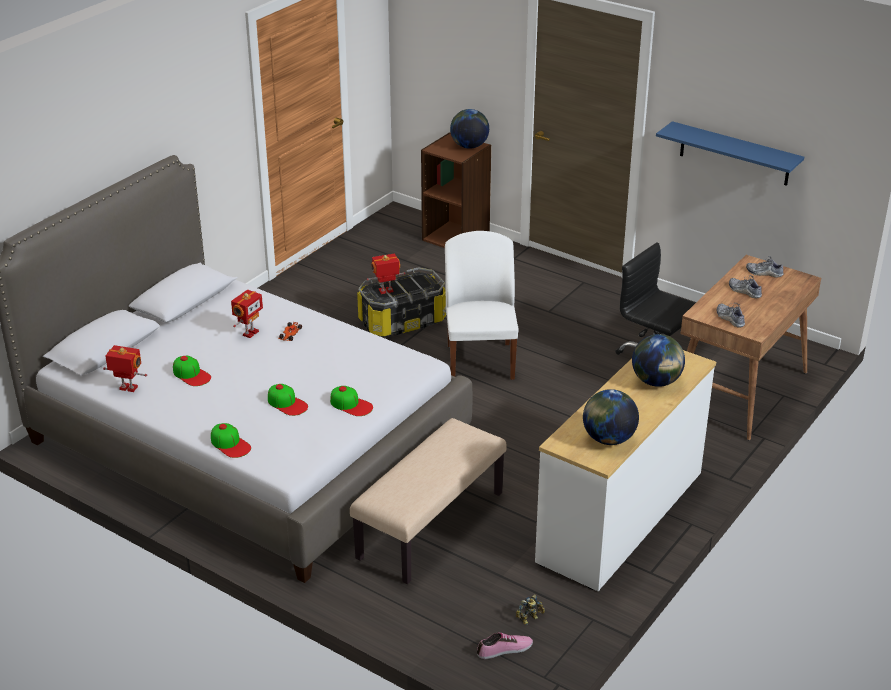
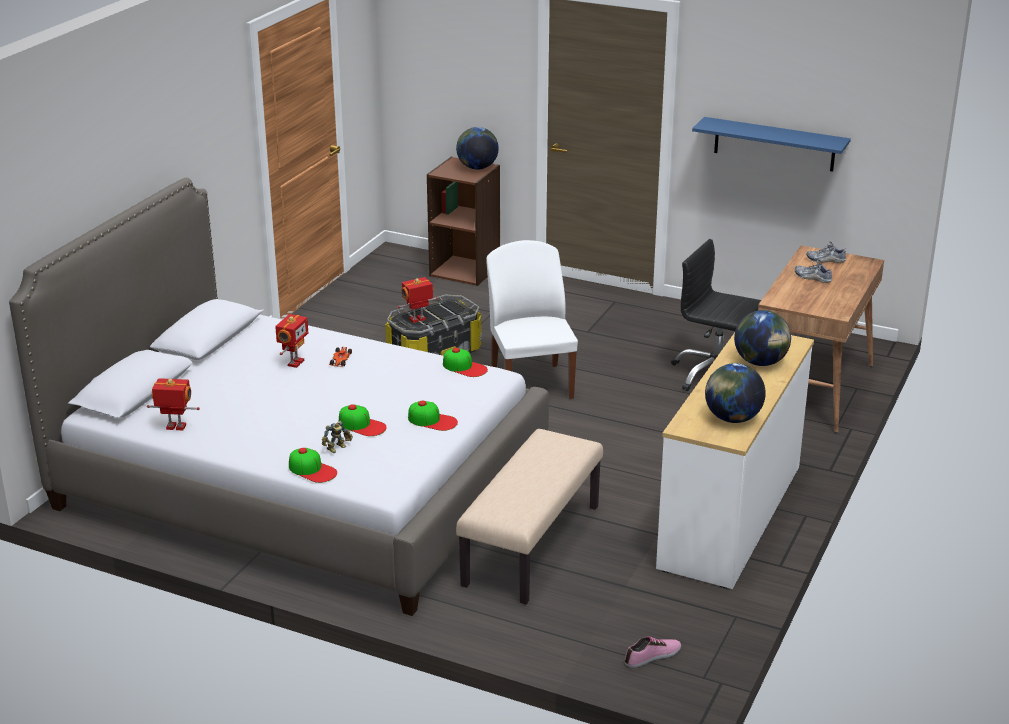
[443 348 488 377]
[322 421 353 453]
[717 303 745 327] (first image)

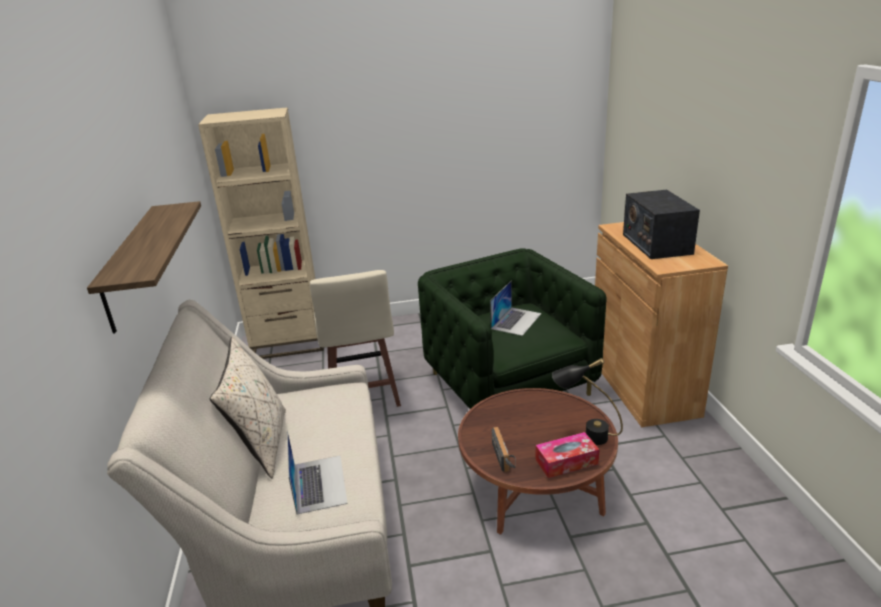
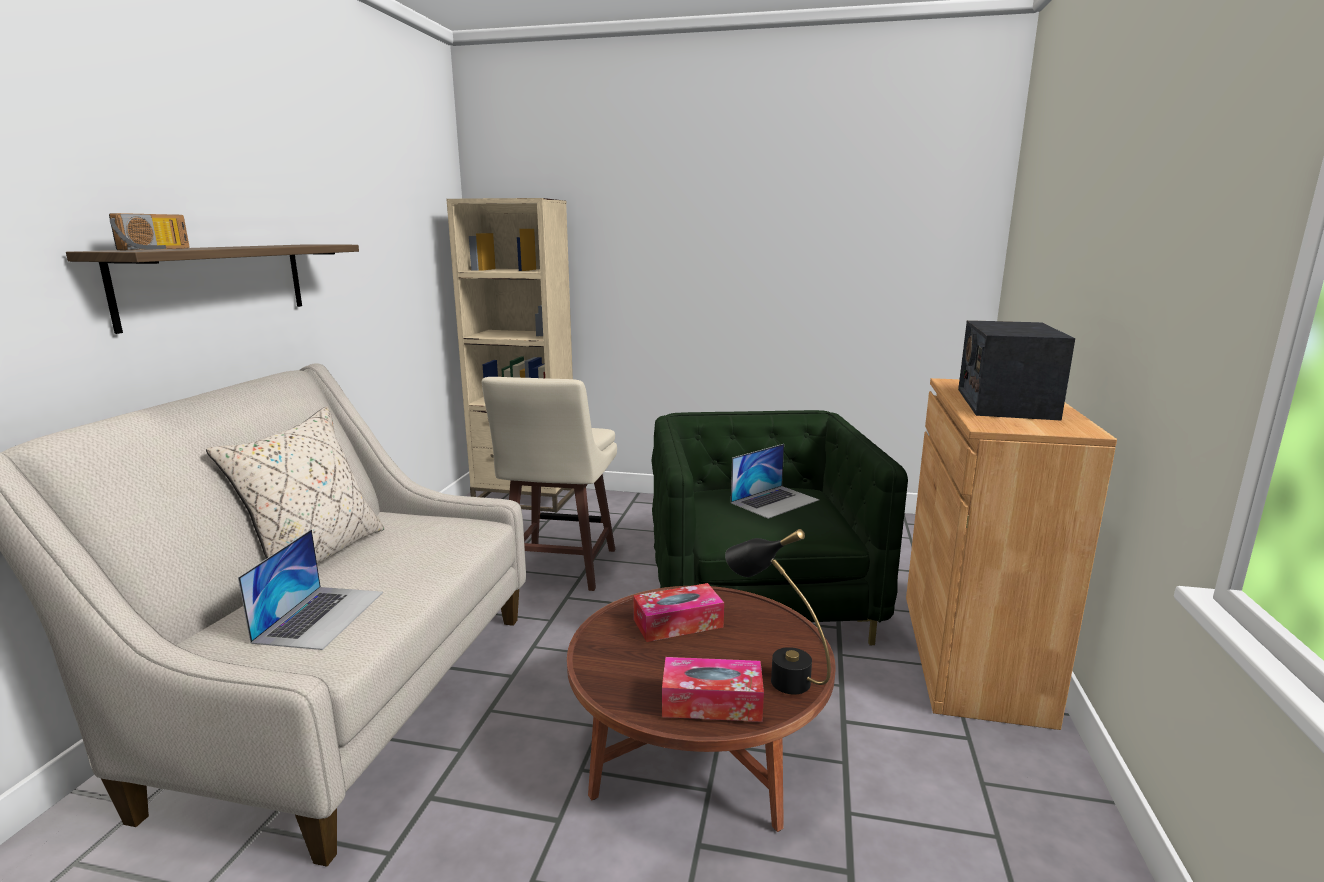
[109 213 190 250]
[633 583 724 642]

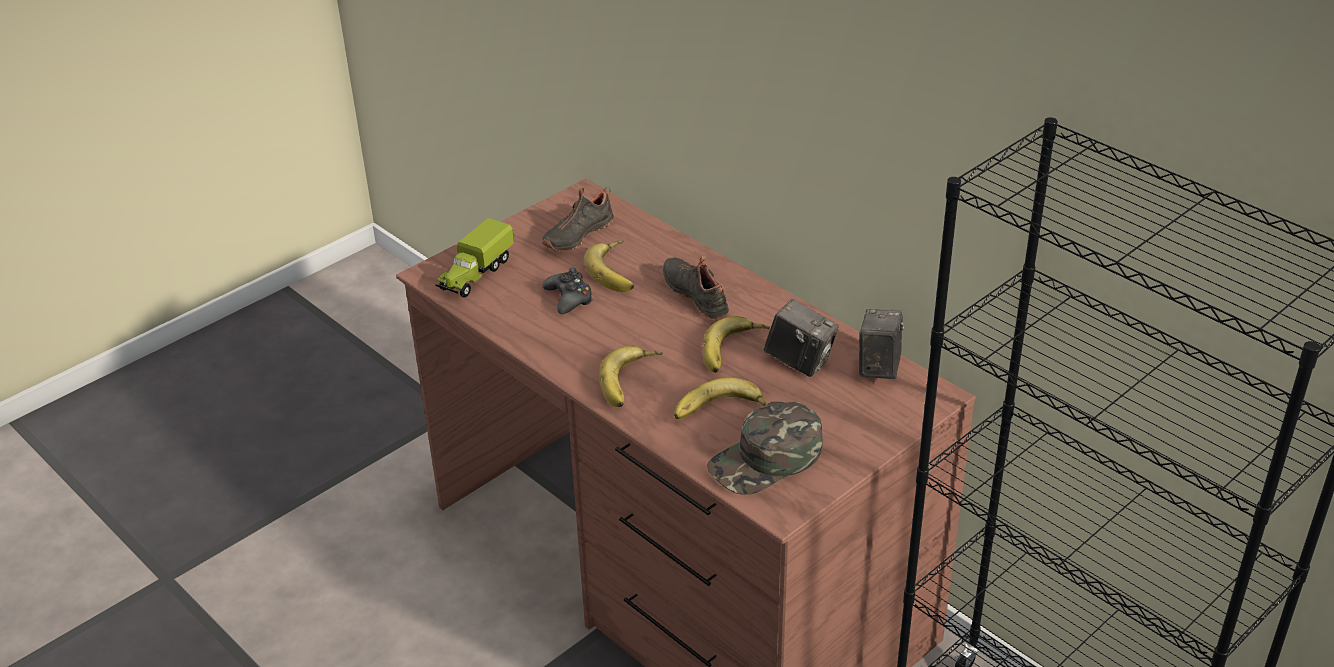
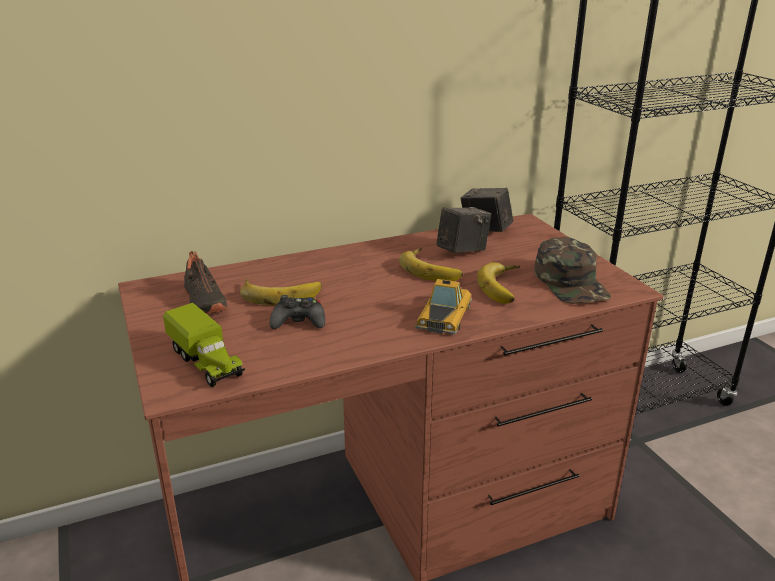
[415 279 472 335]
[663 256 729 319] (first image)

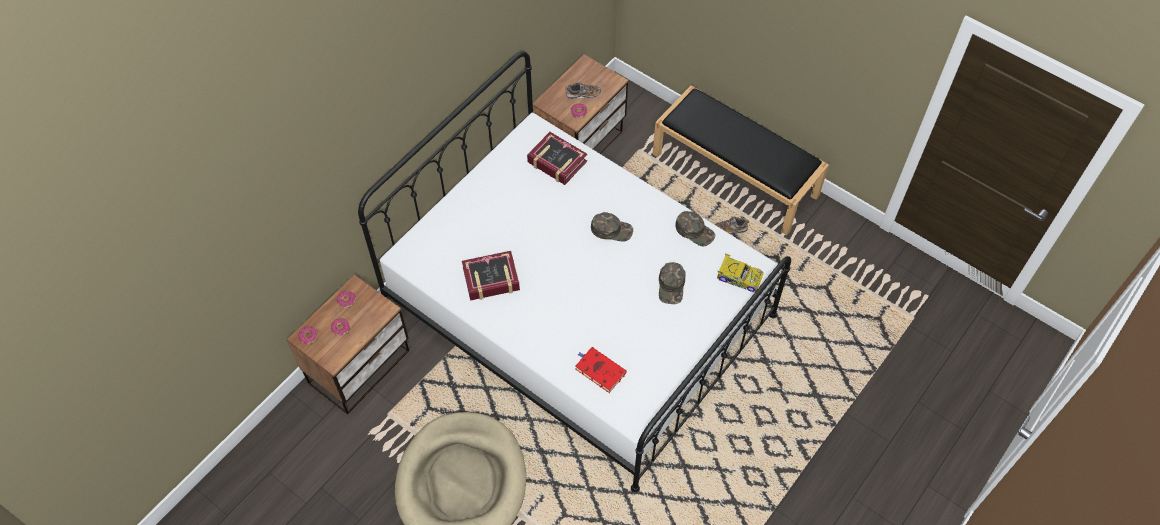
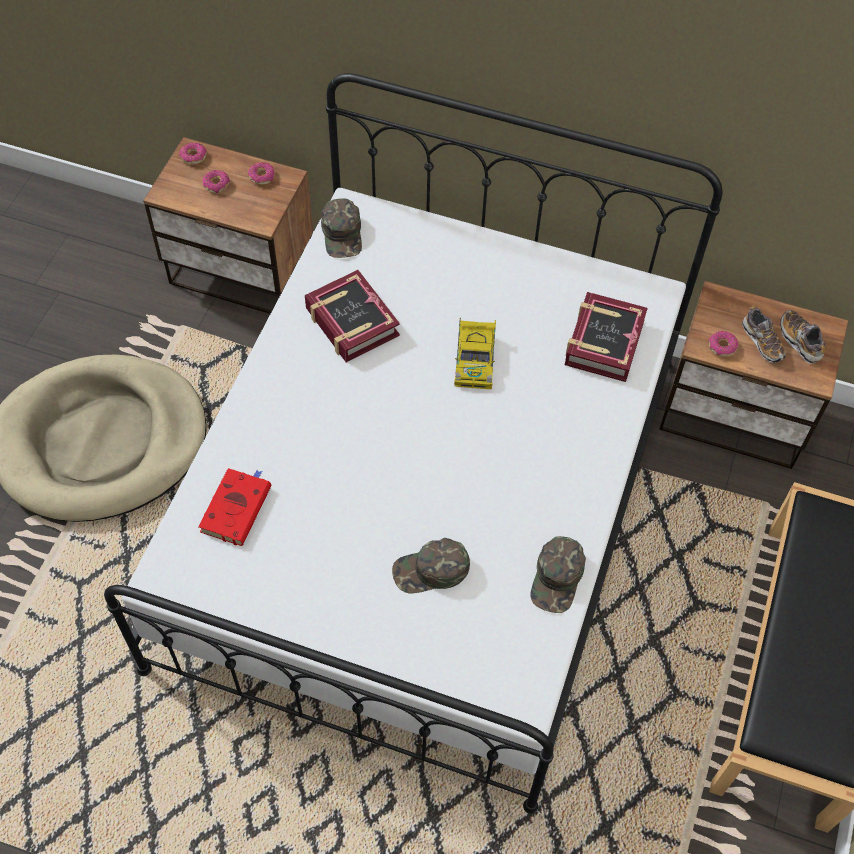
[321 198 362 258]
[780 310 826 364]
[454 318 496 389]

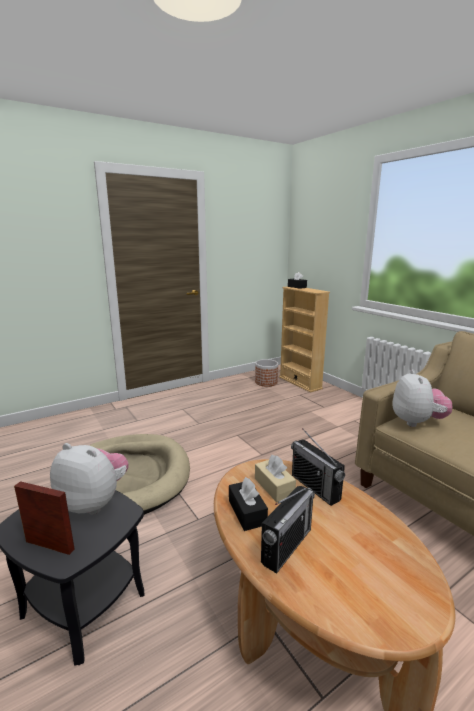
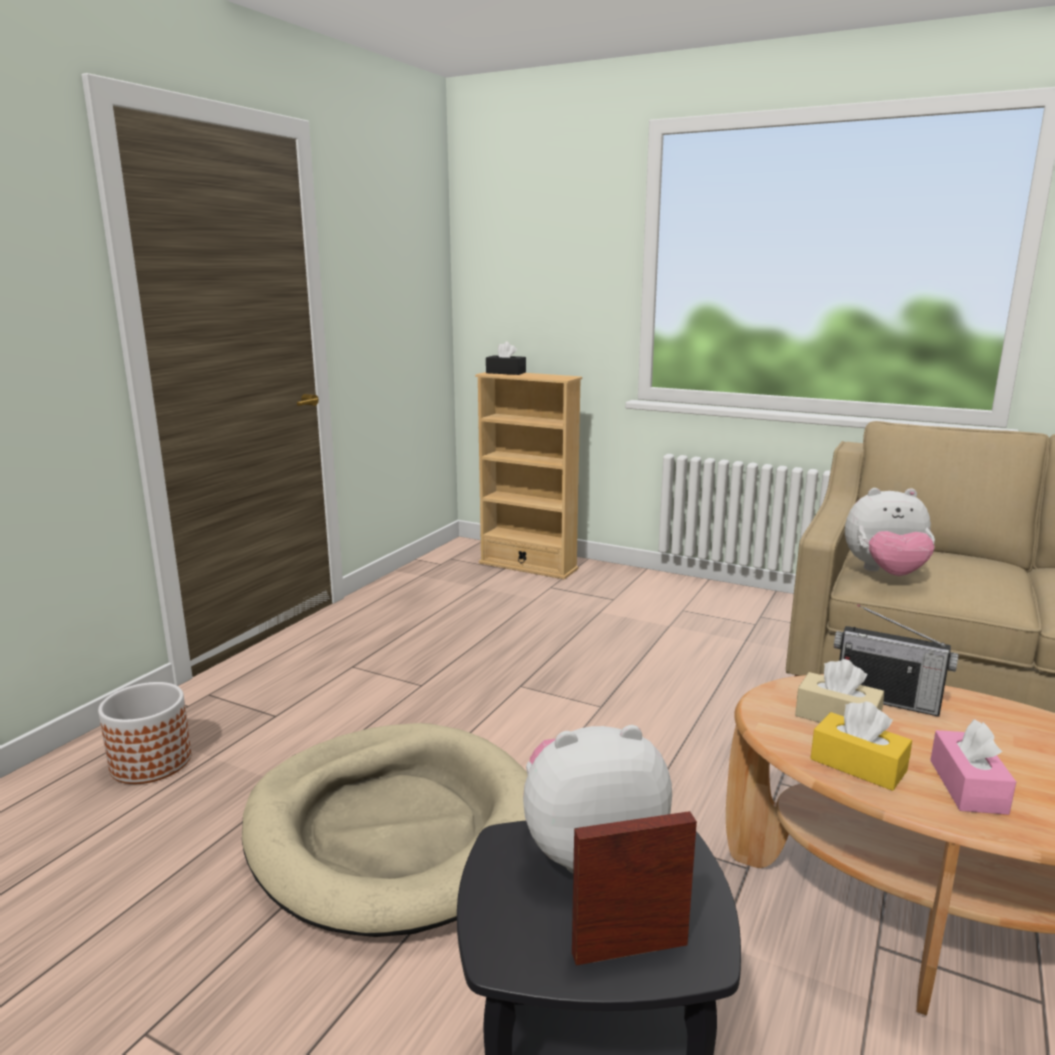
[810 701 912 791]
[98 682 192 784]
[930 719 1016 815]
[845 488 935 576]

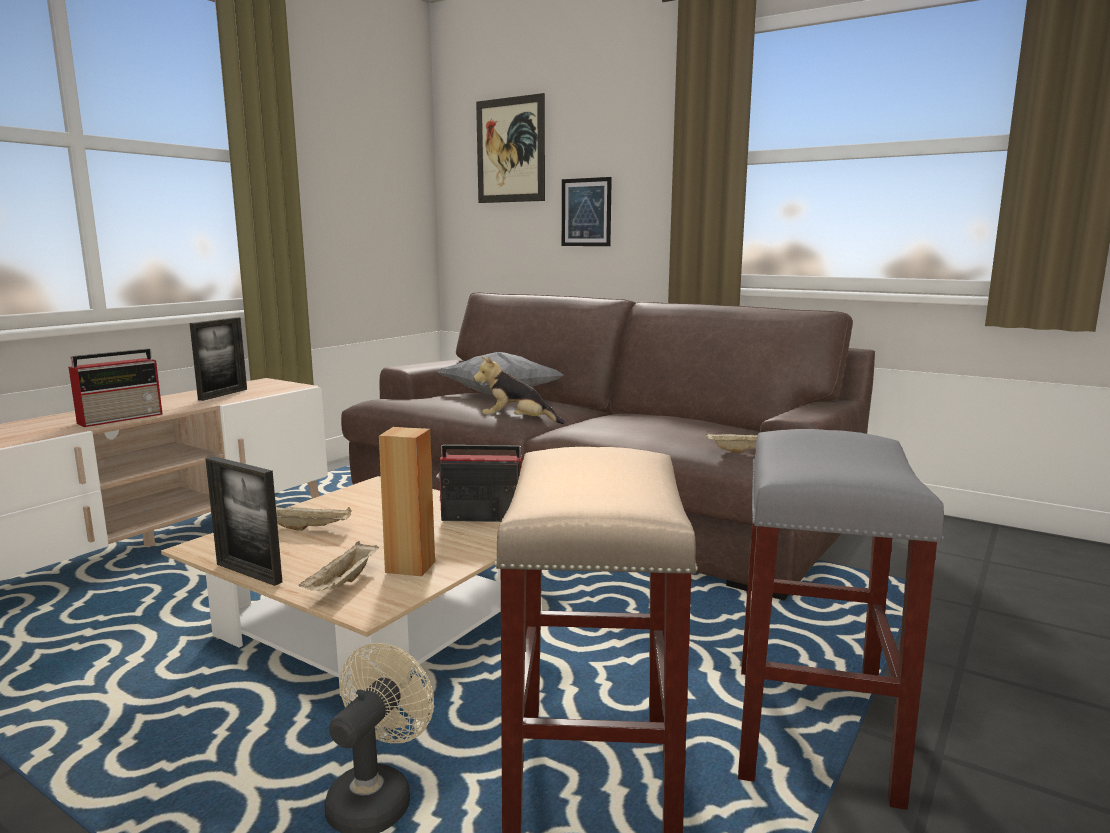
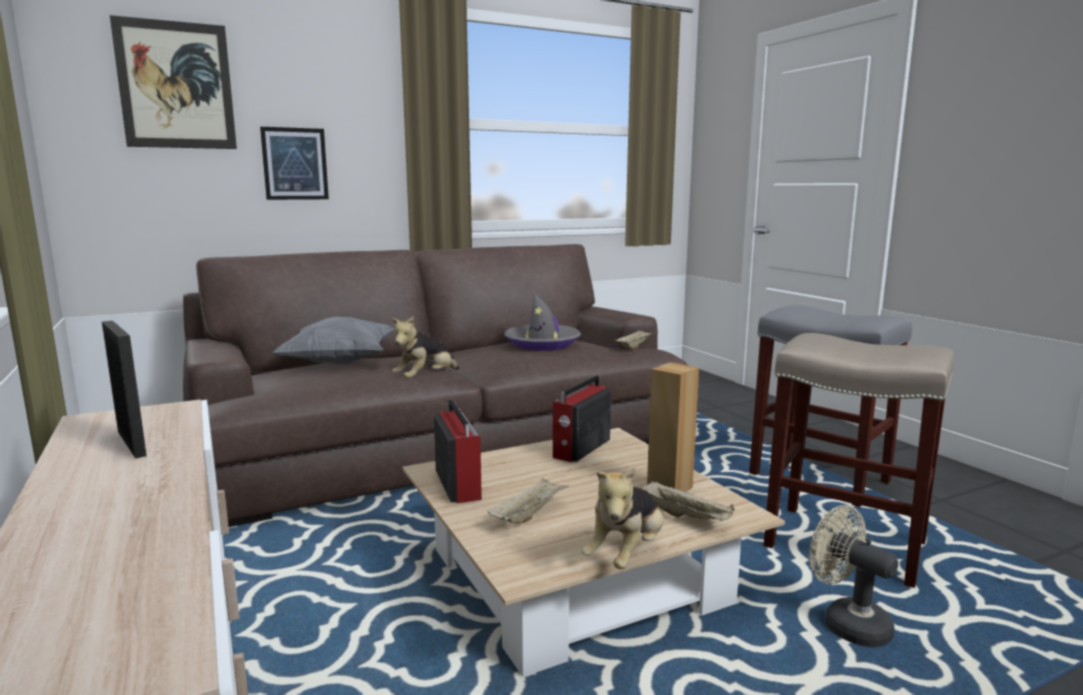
[434 400 482 503]
[581 467 664 569]
[504 293 581 351]

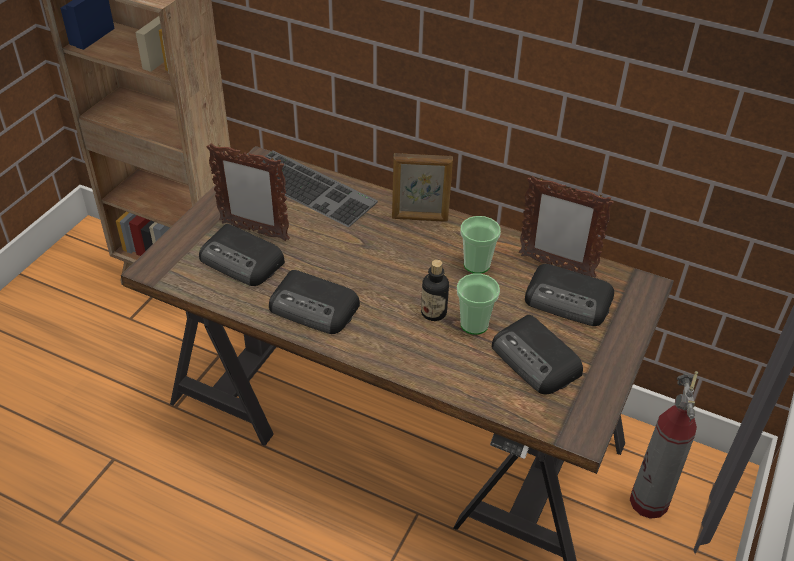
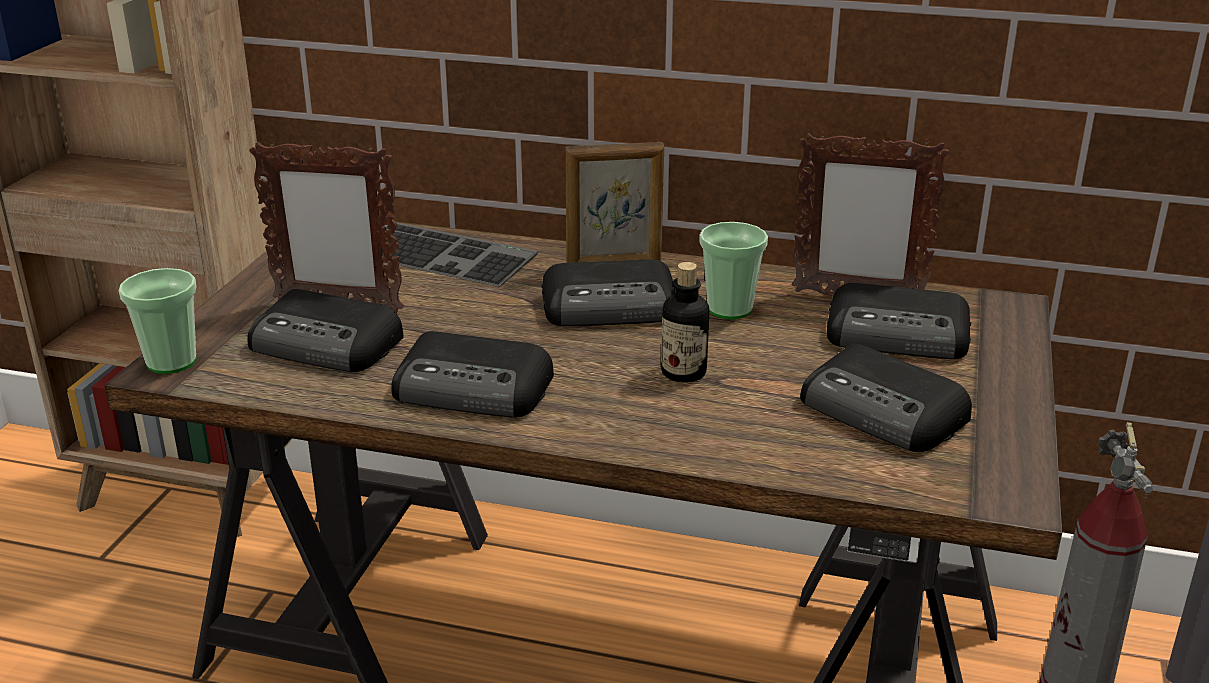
[119 268 196 374]
[542 259 675 326]

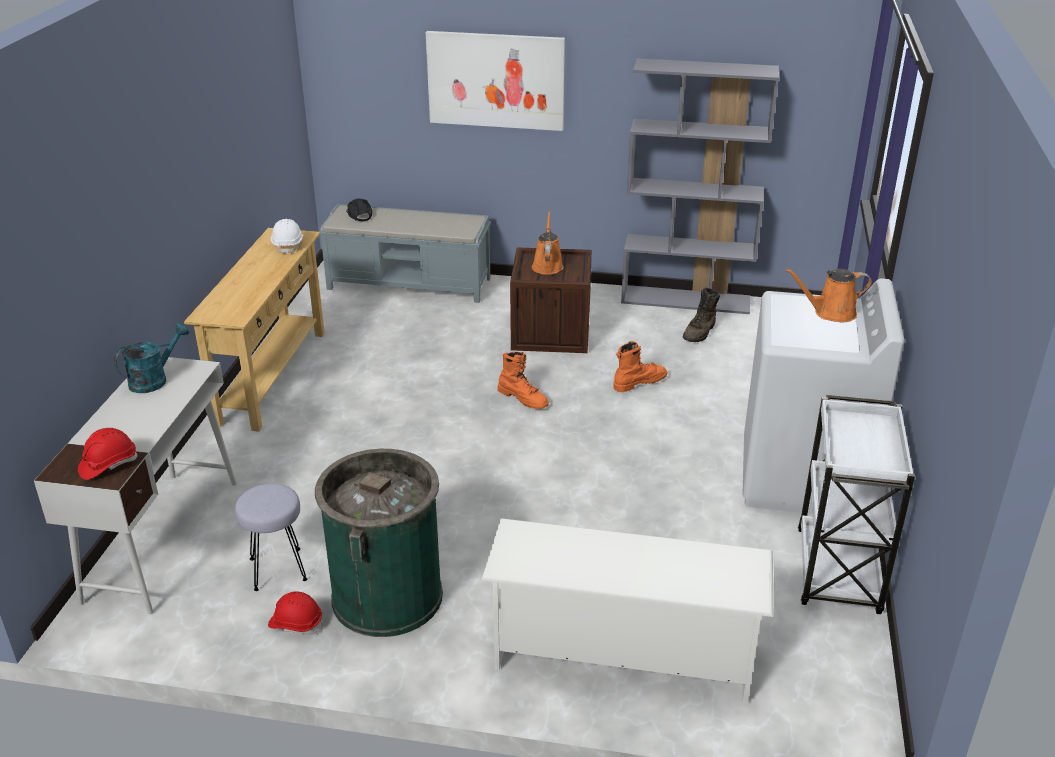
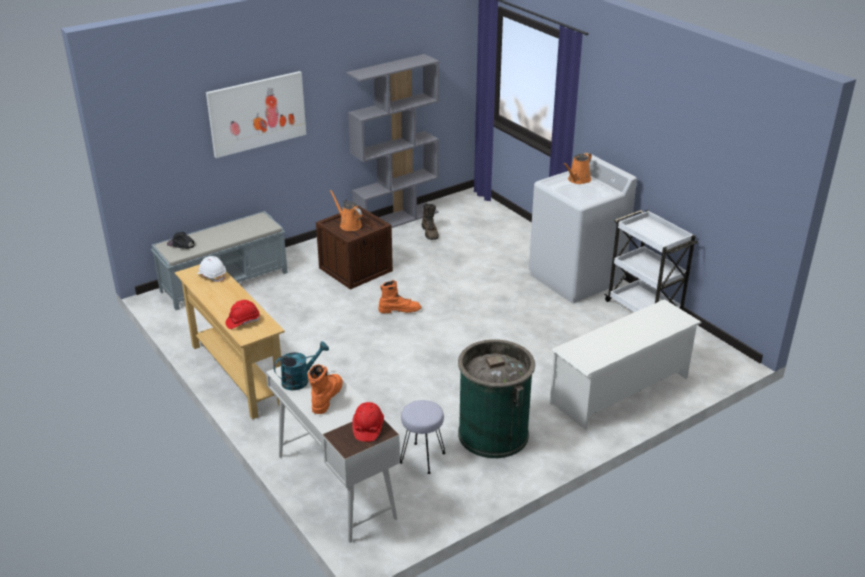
[273 341 329 390]
[225 300 260 329]
[308 364 343 414]

